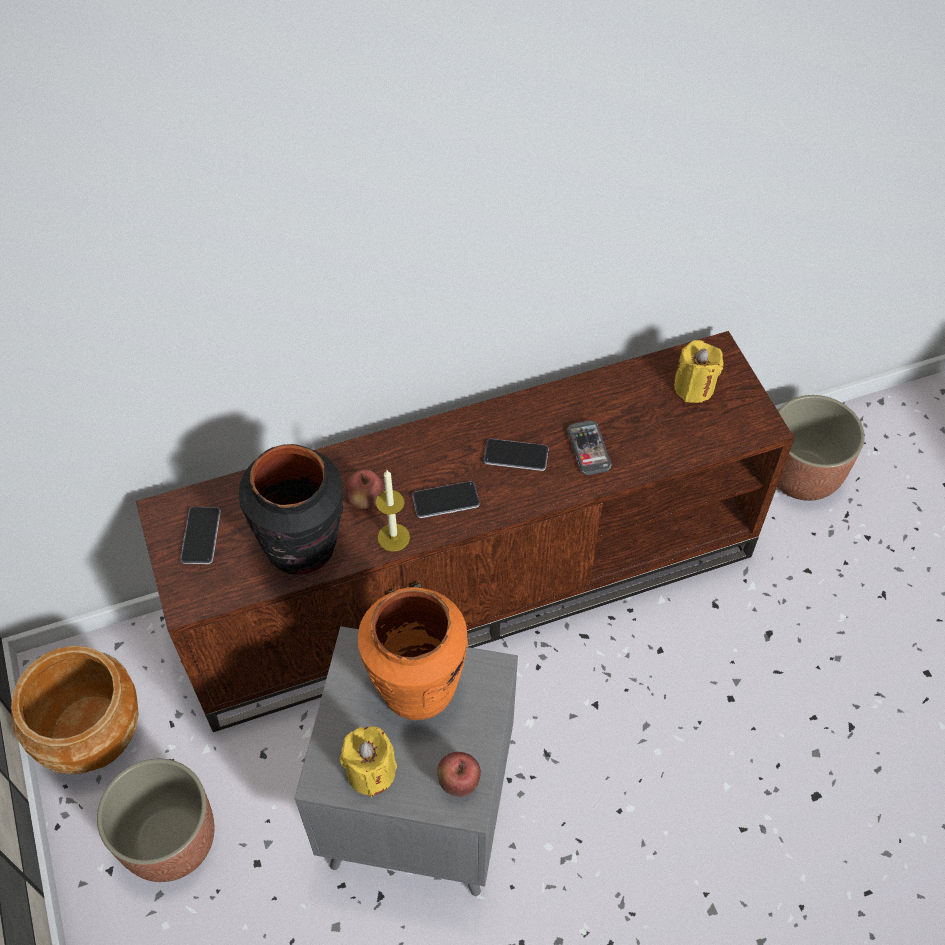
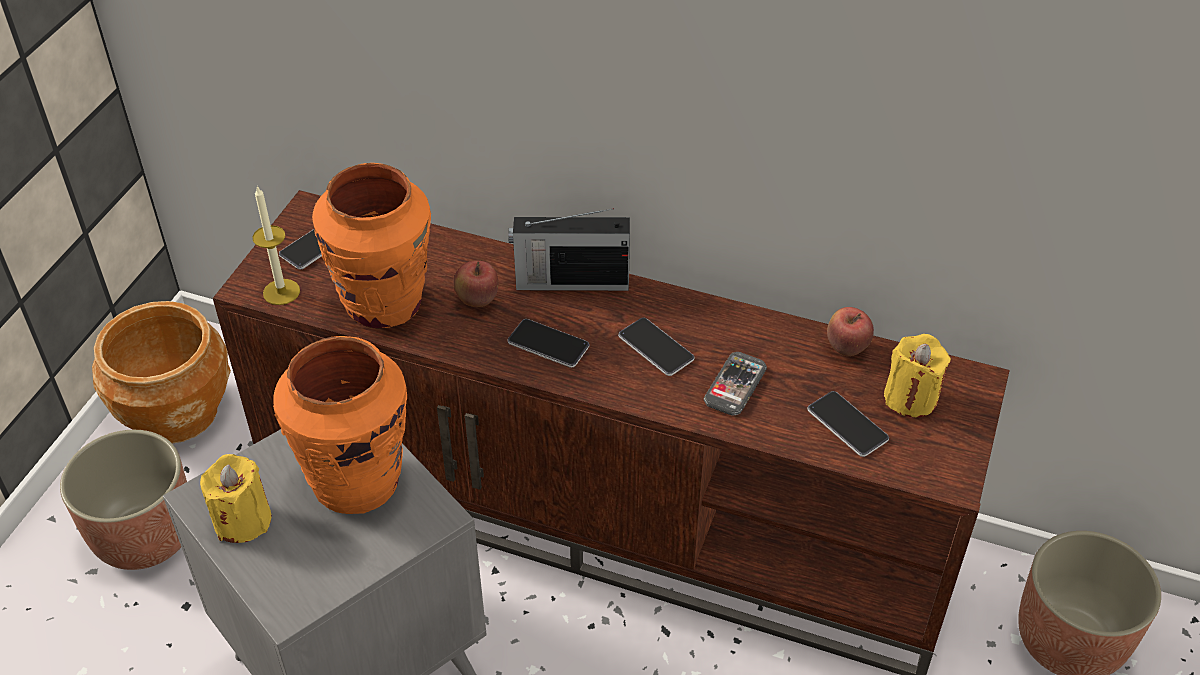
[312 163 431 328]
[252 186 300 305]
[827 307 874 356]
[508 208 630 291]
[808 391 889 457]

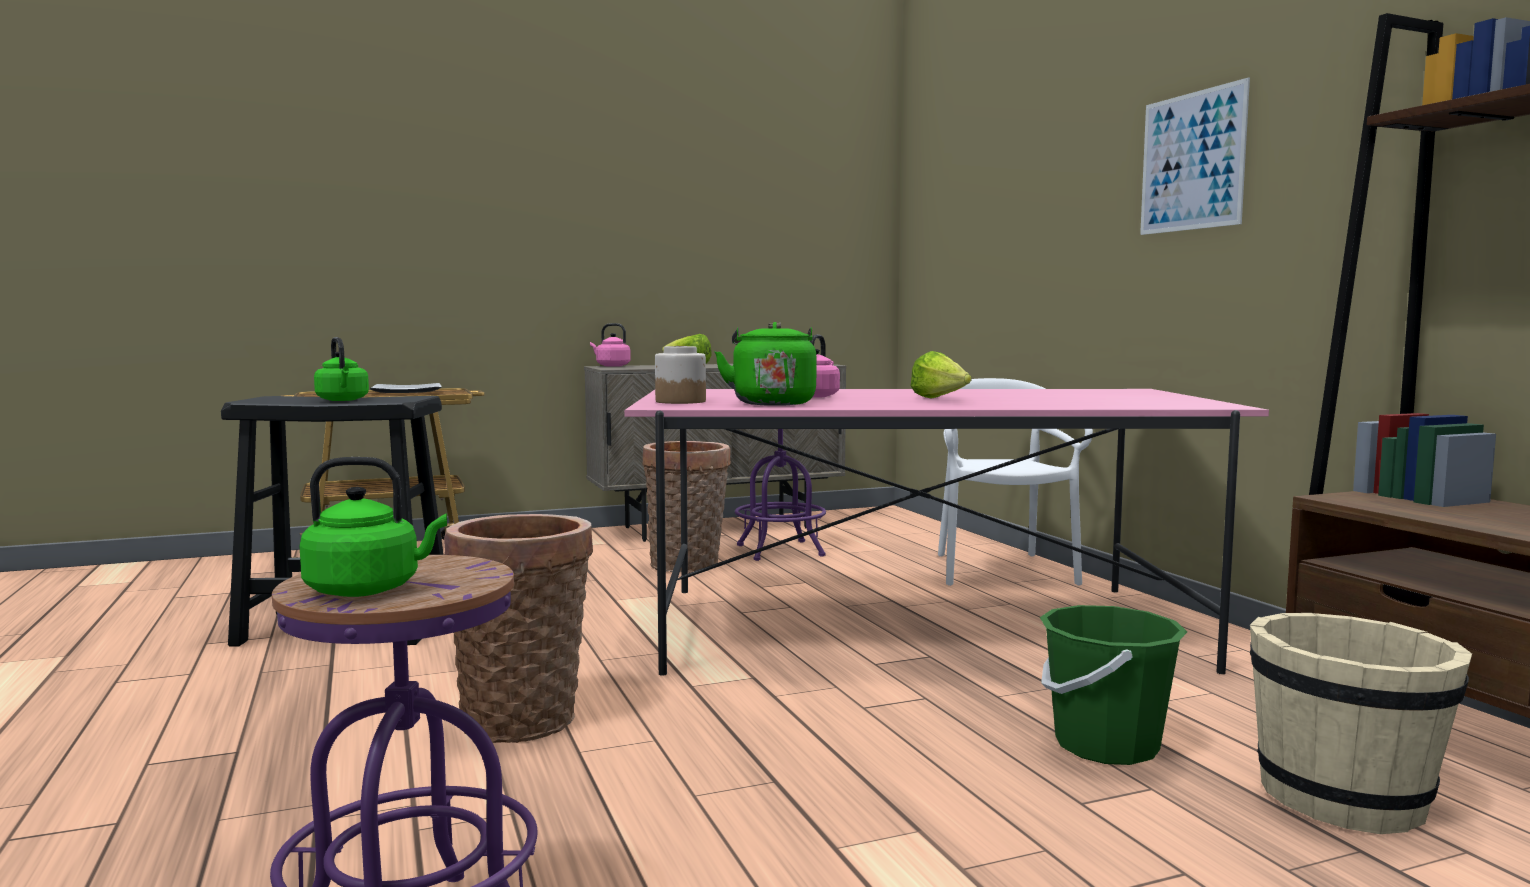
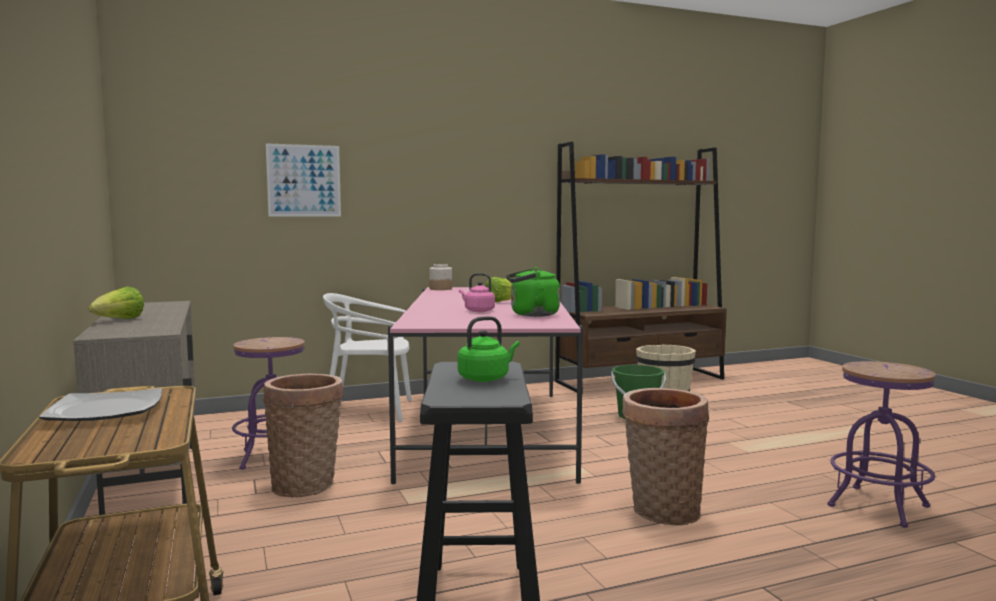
[300 457 447 597] (first image)
[590 323 631 367] (first image)
[429 264 452 290]
[266 143 341 217]

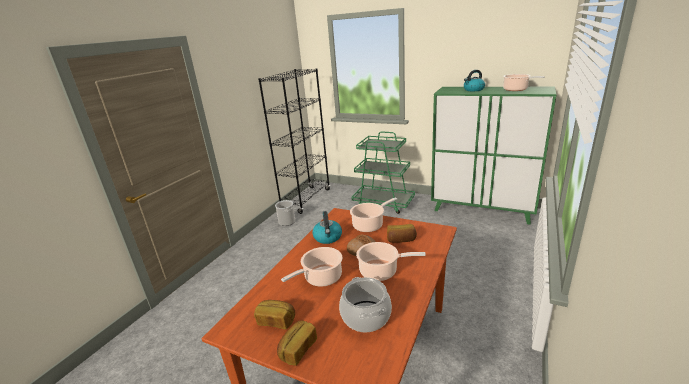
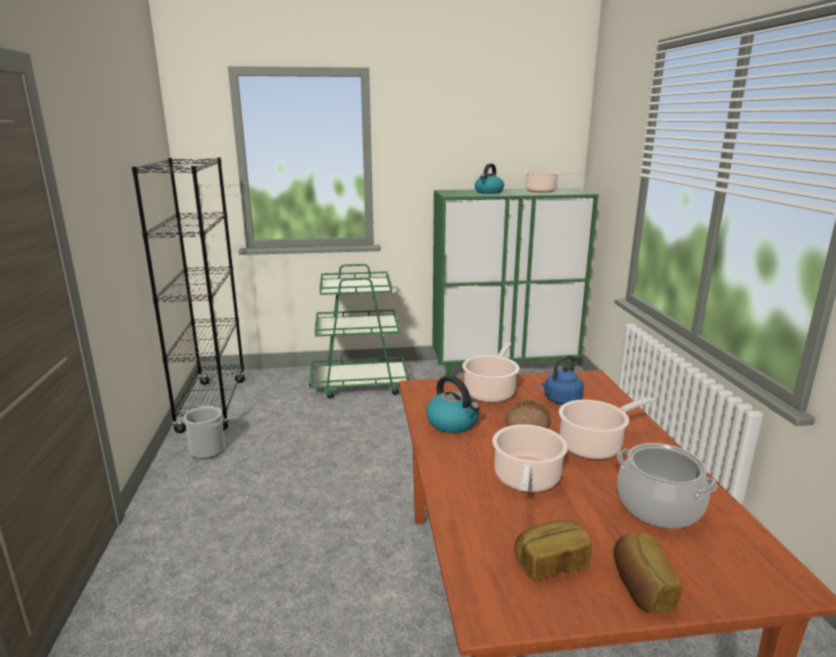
[541 355 584 404]

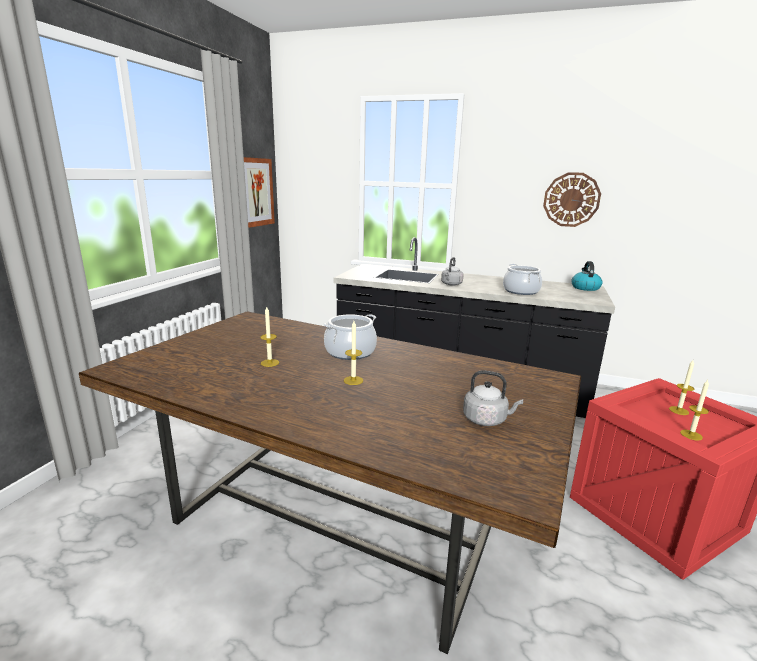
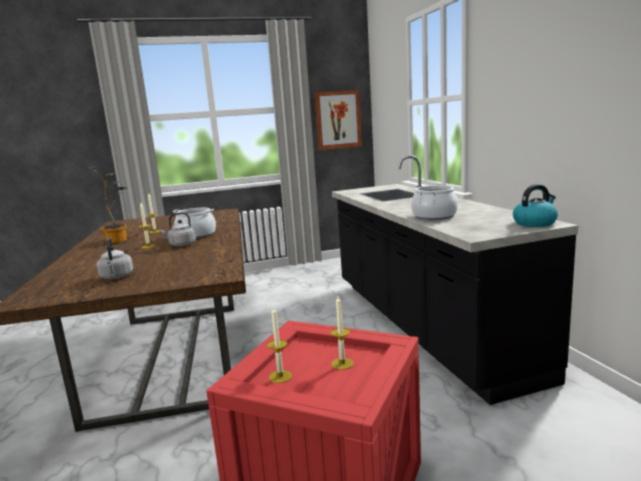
[159 212 196 246]
[543 172 601 227] (first image)
[88 166 127 244]

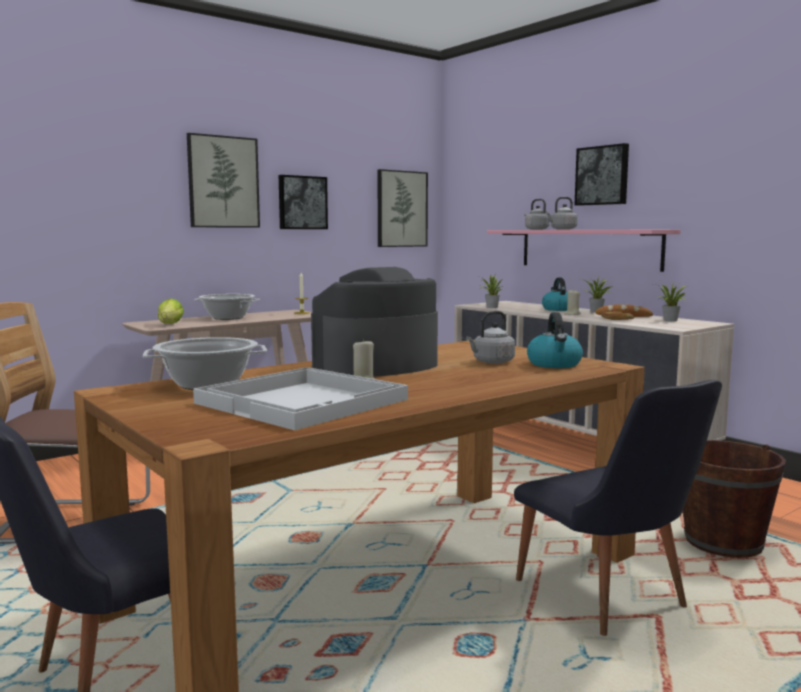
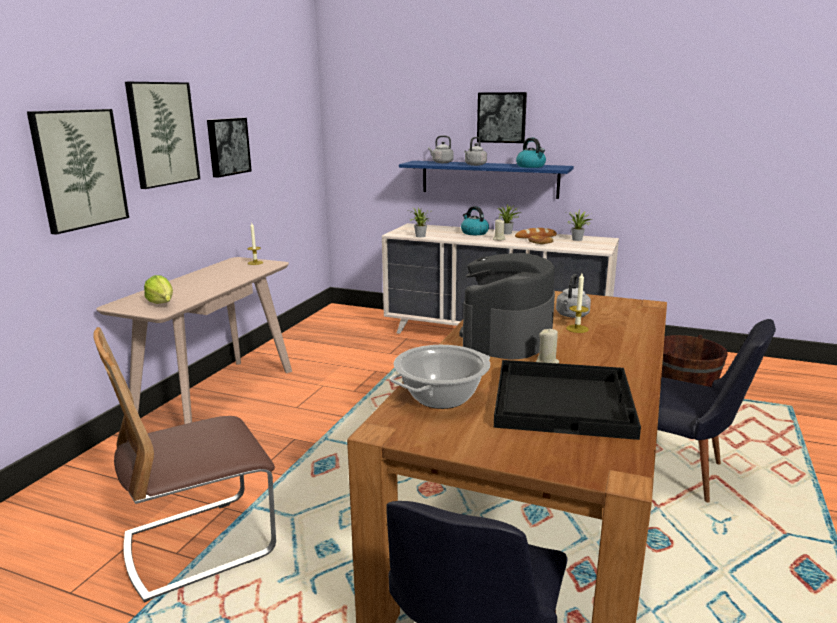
[494 360 641 440]
[194 294 260 320] (first image)
[27 109 129 235]
[399 161 574 199]
[516 138 546 168]
[566 273 589 333]

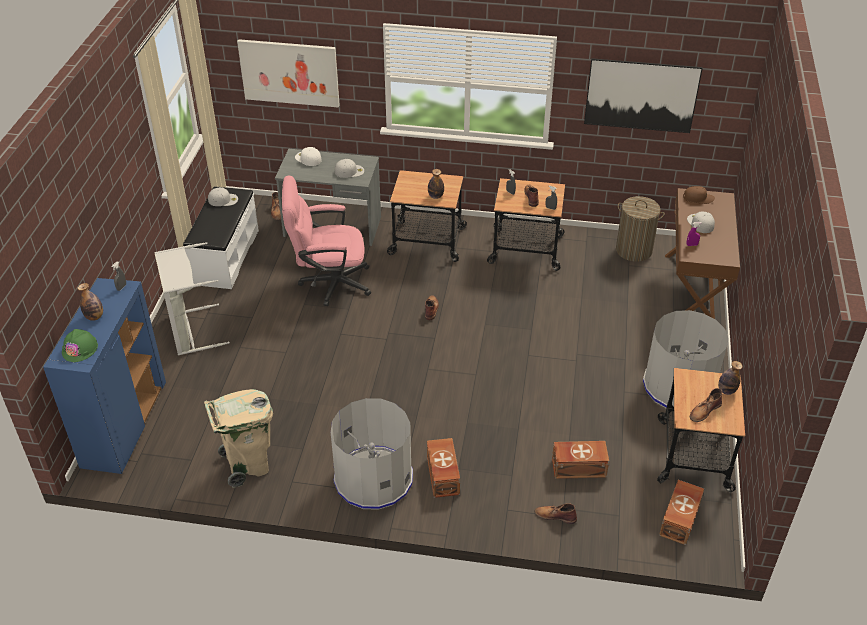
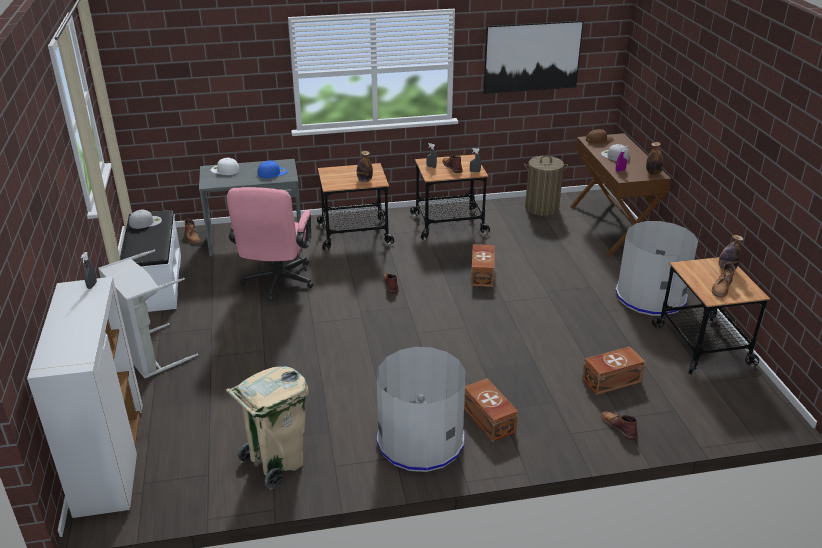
[27 277 143 518]
[62 329 98 362] (first image)
[646 142 664 175]
[237 39 340 108] (first image)
[227 187 314 301]
[258 160 288 178]
[601 411 638 440]
[471 244 495 287]

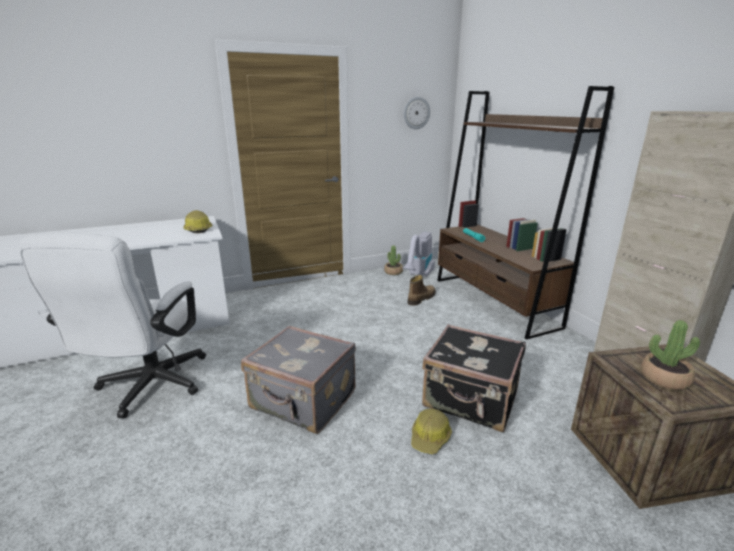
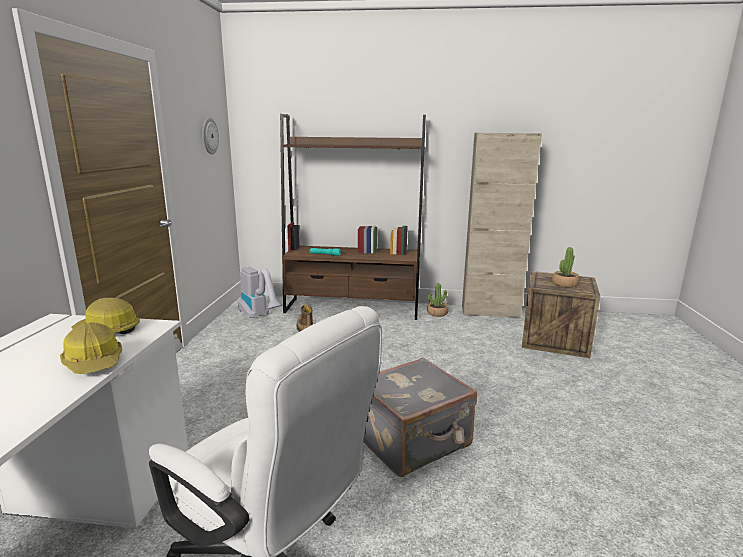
[427 283 448 317]
[60 323 122 374]
[422 324 526 432] (first image)

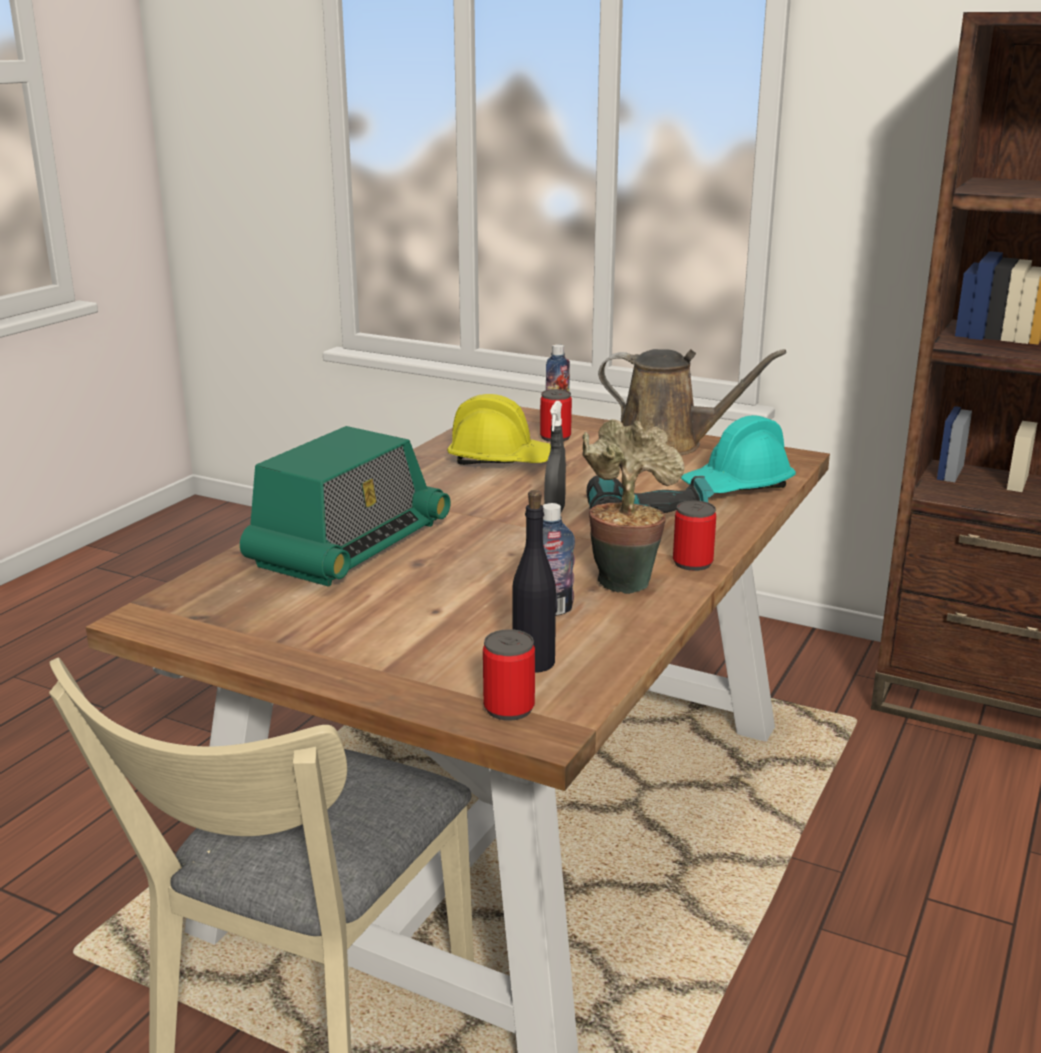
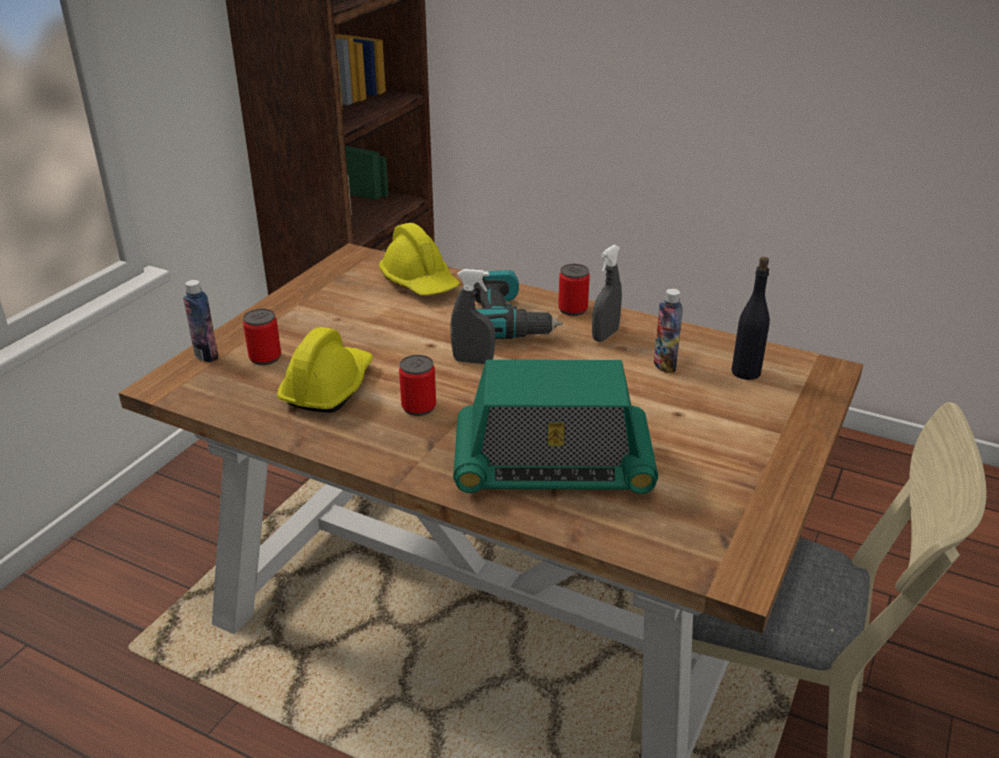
[453 360 658 494]
[399 355 436 416]
[592 245 622 342]
[598 349 787 455] (first image)
[379 223 460 295]

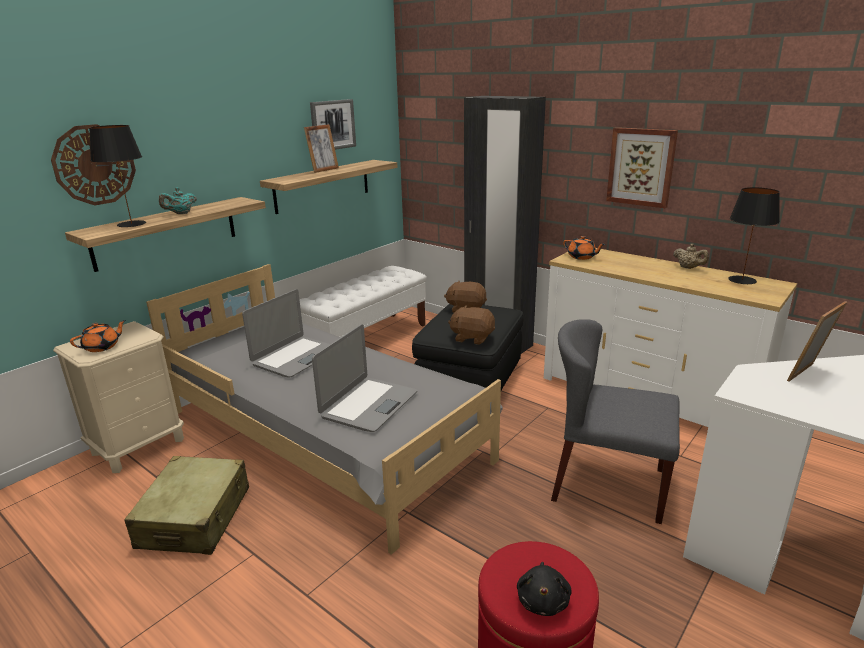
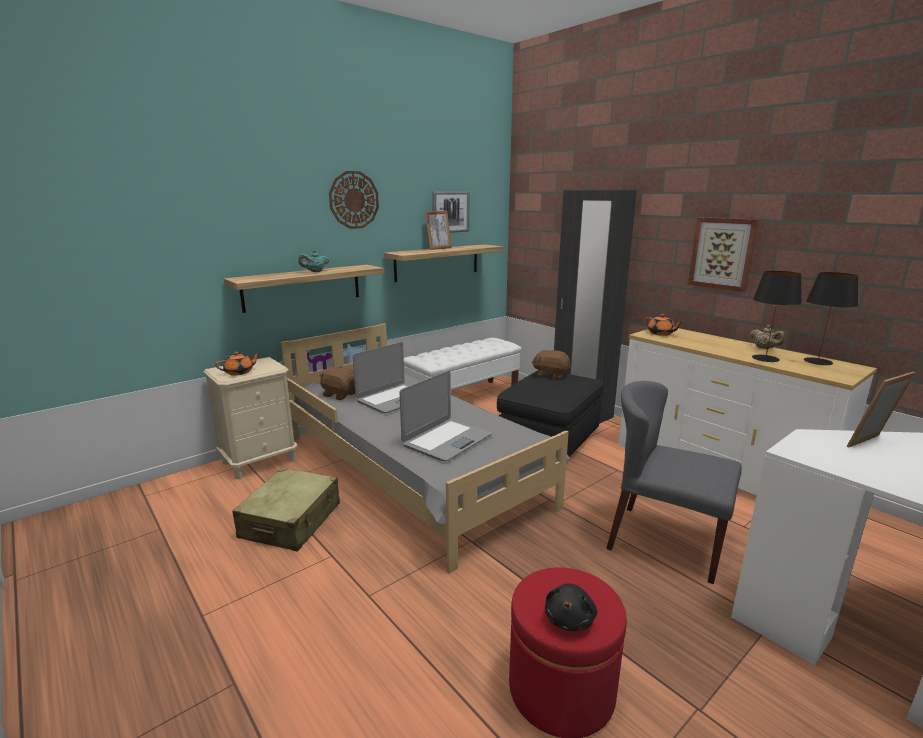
[329 171 379 229]
[752 271 802 362]
[319 366 355 400]

